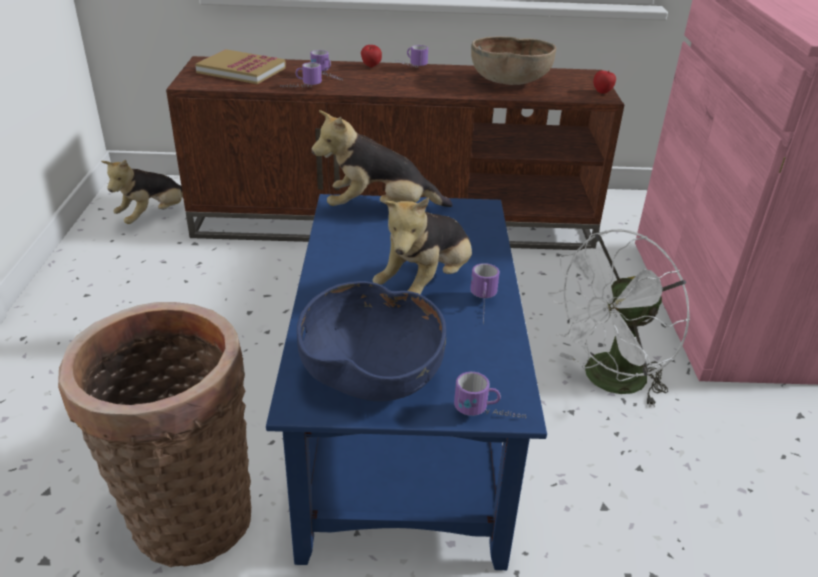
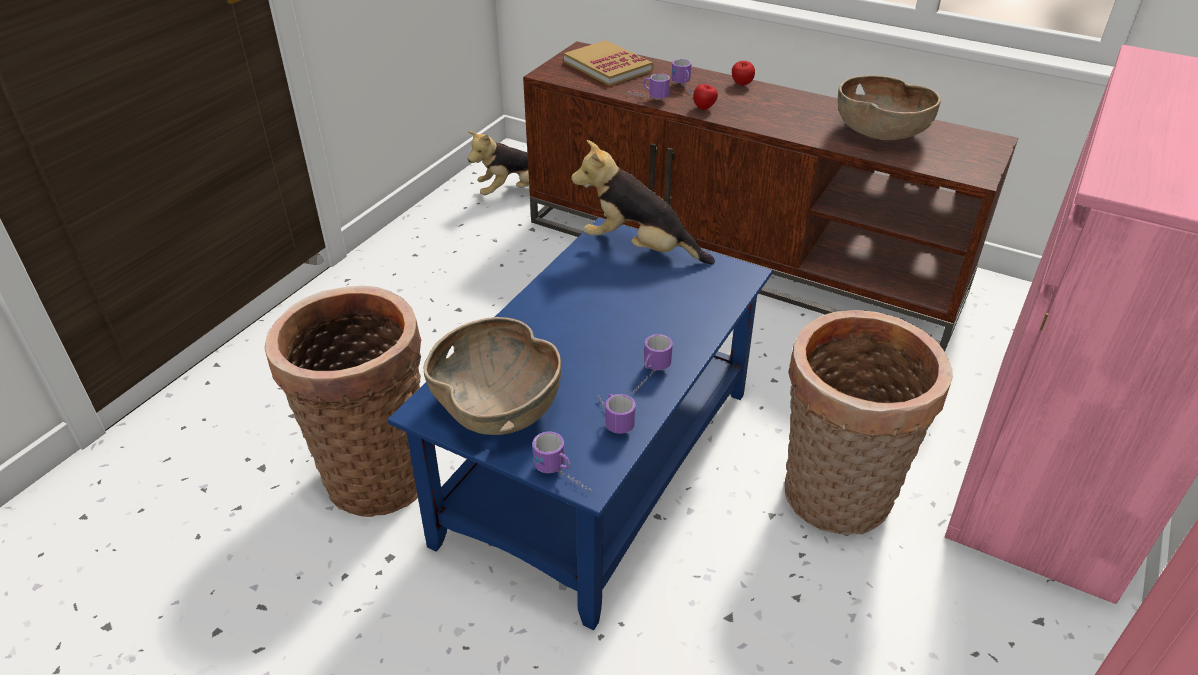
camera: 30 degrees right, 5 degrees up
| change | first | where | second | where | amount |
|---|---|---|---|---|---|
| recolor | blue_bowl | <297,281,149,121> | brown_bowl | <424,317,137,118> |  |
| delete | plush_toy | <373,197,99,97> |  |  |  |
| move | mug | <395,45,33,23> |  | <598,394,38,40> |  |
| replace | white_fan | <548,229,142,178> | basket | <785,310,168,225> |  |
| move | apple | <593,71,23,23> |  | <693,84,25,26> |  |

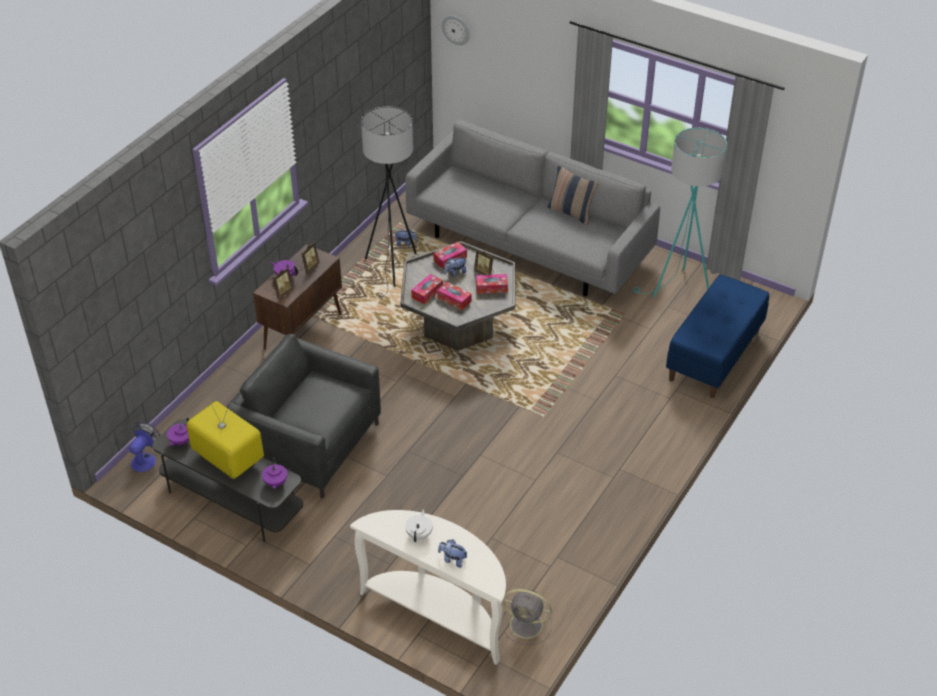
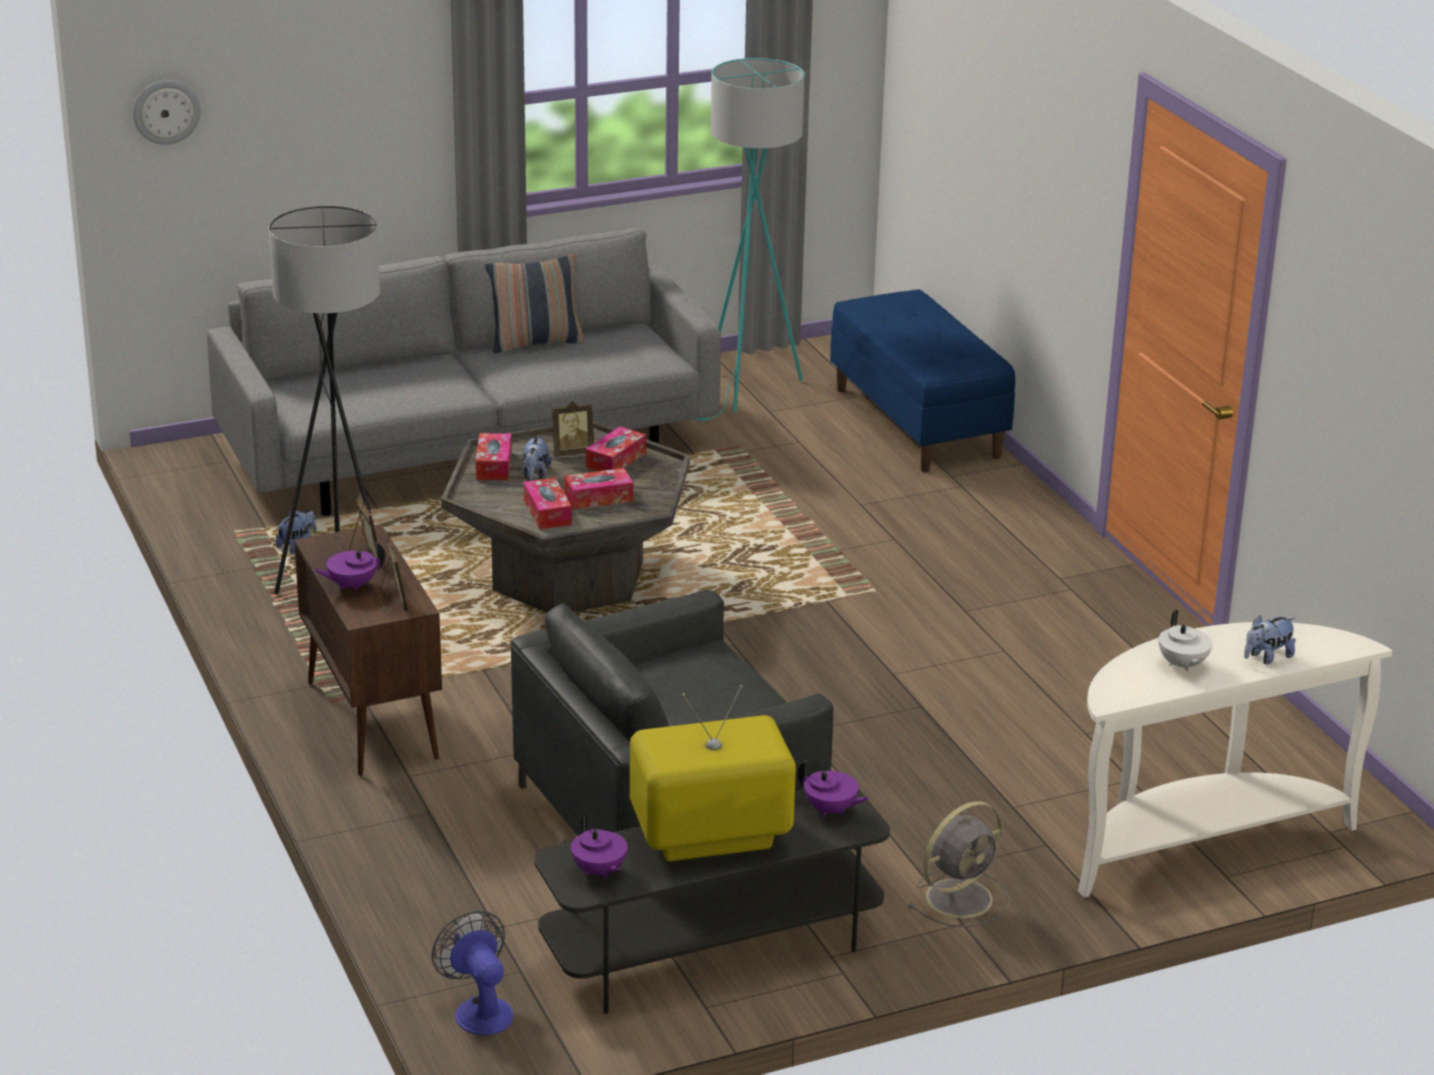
camera: 55 degrees left, 15 degrees down
| change | first | where | second | where | amount |
|---|---|---|---|---|---|
| rotate | white_teapot | <405,509,28,33> |  | <1159,610,54,62> | 150 degrees counterclockwise |
| move | grey_fan | <502,589,50,56> |  | <908,801,102,126> |  |

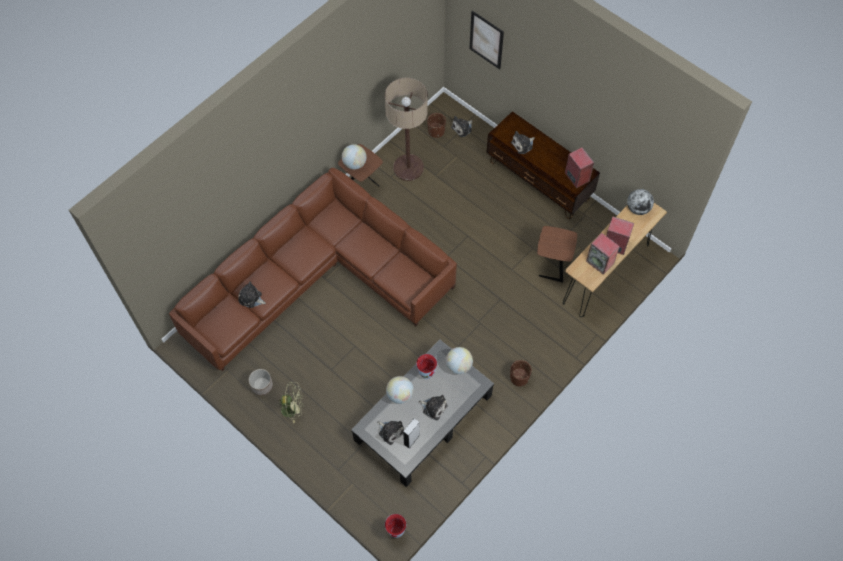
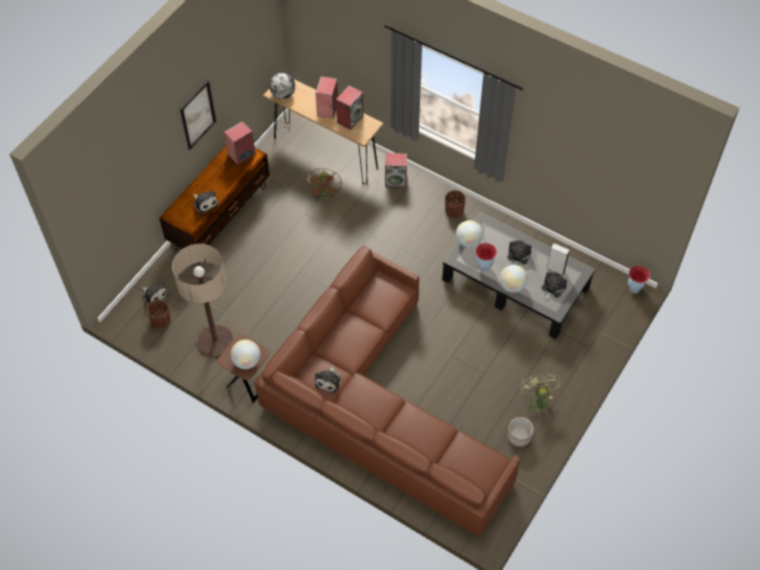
camera: 100 degrees left, 5 degrees down
| change | first | where | second | where | amount |
|---|---|---|---|---|---|
| move | plush_toy | <238,282,28,26> |  | <315,366,26,27> |  |
| move | picture | <469,11,35,59> |  | <180,81,36,69> |  |
| replace | brown_side_table | <537,226,40,57> | brown_fan | <306,168,36,31> |  |
| insert |  |  | speaker | <385,153,22,35> |  |

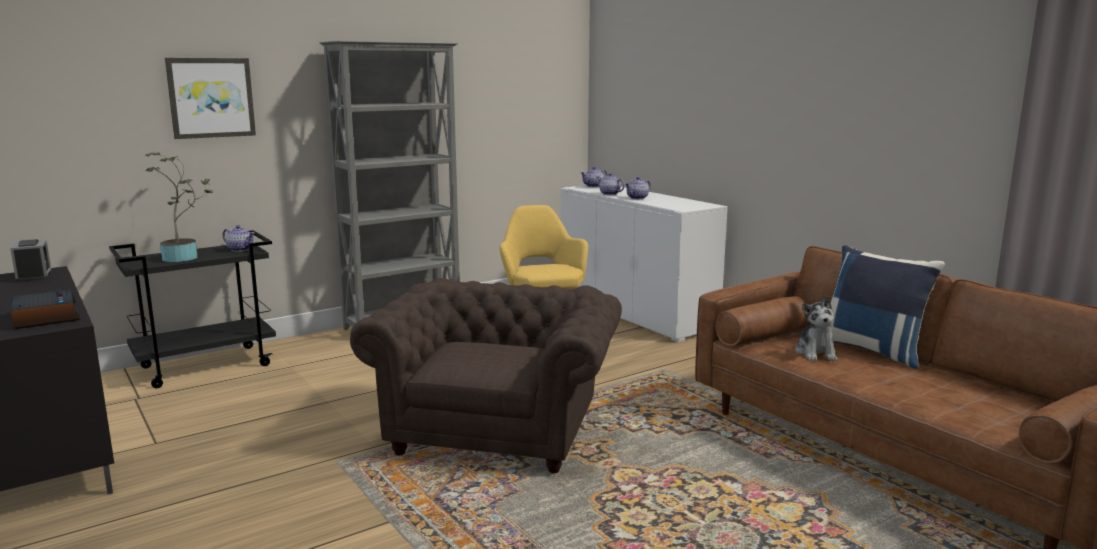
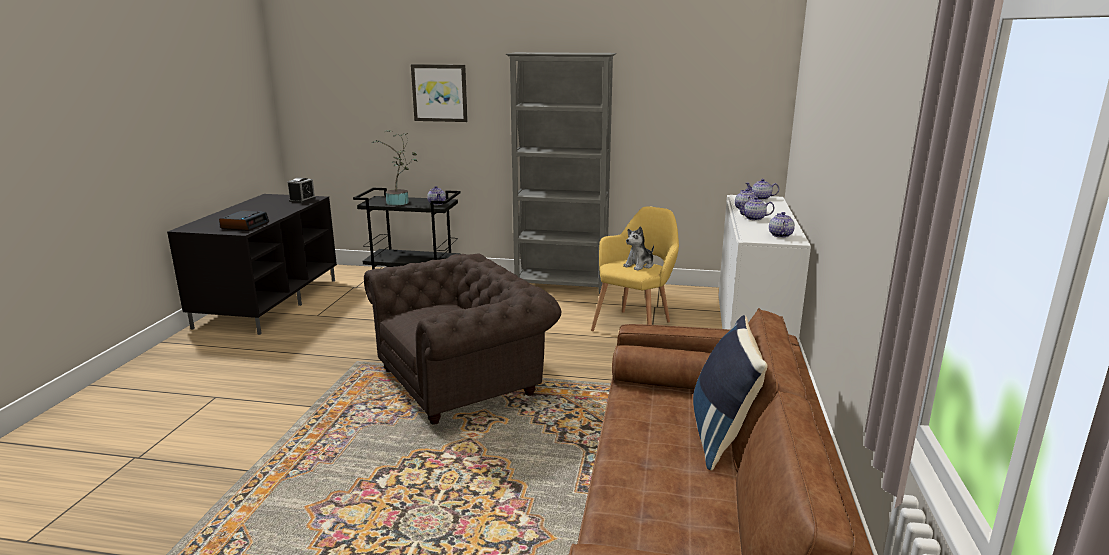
camera: 45 degrees right, 5 degrees up
| change | first | where | second | where | amount |
|---|---|---|---|---|---|
| move | plush_toy | <795,295,42,66> |  | <623,226,31,45> |  |
| insert |  |  | teapot | <769,212,26,26> |  |

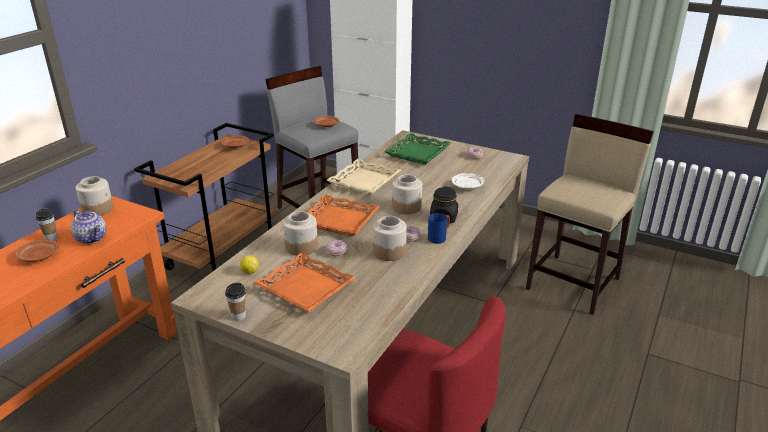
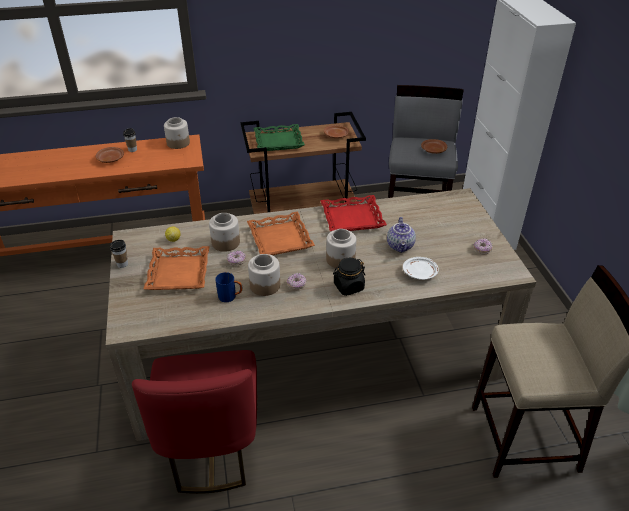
camera: 50 degrees right, 10 degrees up
| change | first | where | second | where | amount |
|---|---|---|---|---|---|
| move | teapot | <71,210,35,34> |  | <387,217,29,36> |  |
| recolor | beige_tray | <326,159,75,37> | red_tray | <320,195,67,36> |  |
| move | green_tray | <384,133,67,32> |  | <254,124,51,27> |  |
| move | blue_mug | <428,213,22,31> |  | <215,272,28,30> |  |

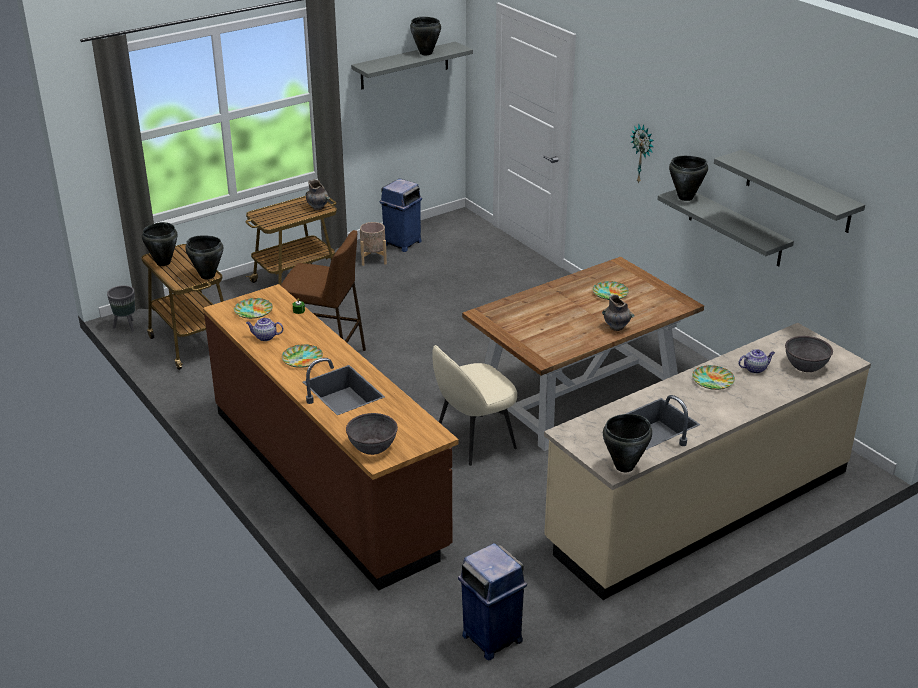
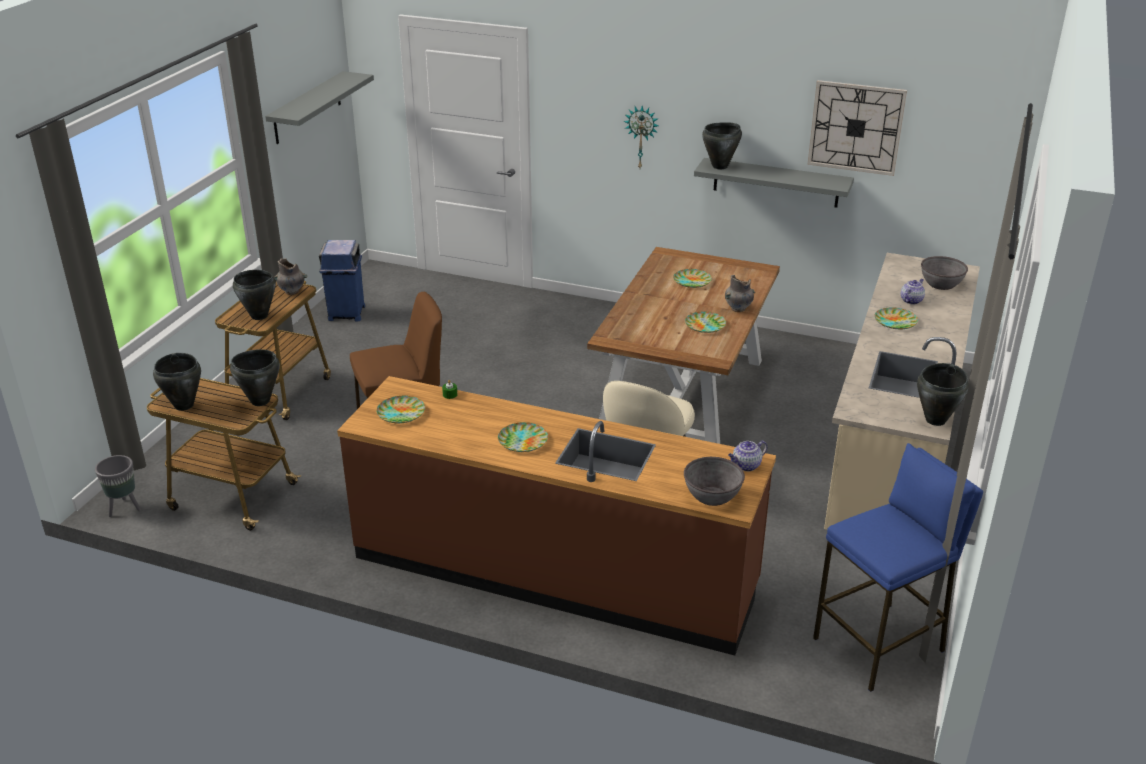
camera: 35 degrees left, 0 degrees up
| change | first | where | second | where | amount |
|---|---|---|---|---|---|
| move | teapot | <246,318,37,23> |  | <728,441,39,30> |  |
| delete | beige_planter | <360,222,27,44> |  |  |  |
| move | black_cooking_pot | <410,17,31,38> |  | <233,270,43,50> |  |
| replace | blue_trash_can | <458,543,69,118> | blue_stool | <813,443,170,249> |  |
| replace | grey_shelf | <714,150,151,83> | wall_clock | <807,80,100,96> |  |
| insert |  |  | plate | <685,312,41,21> |  |

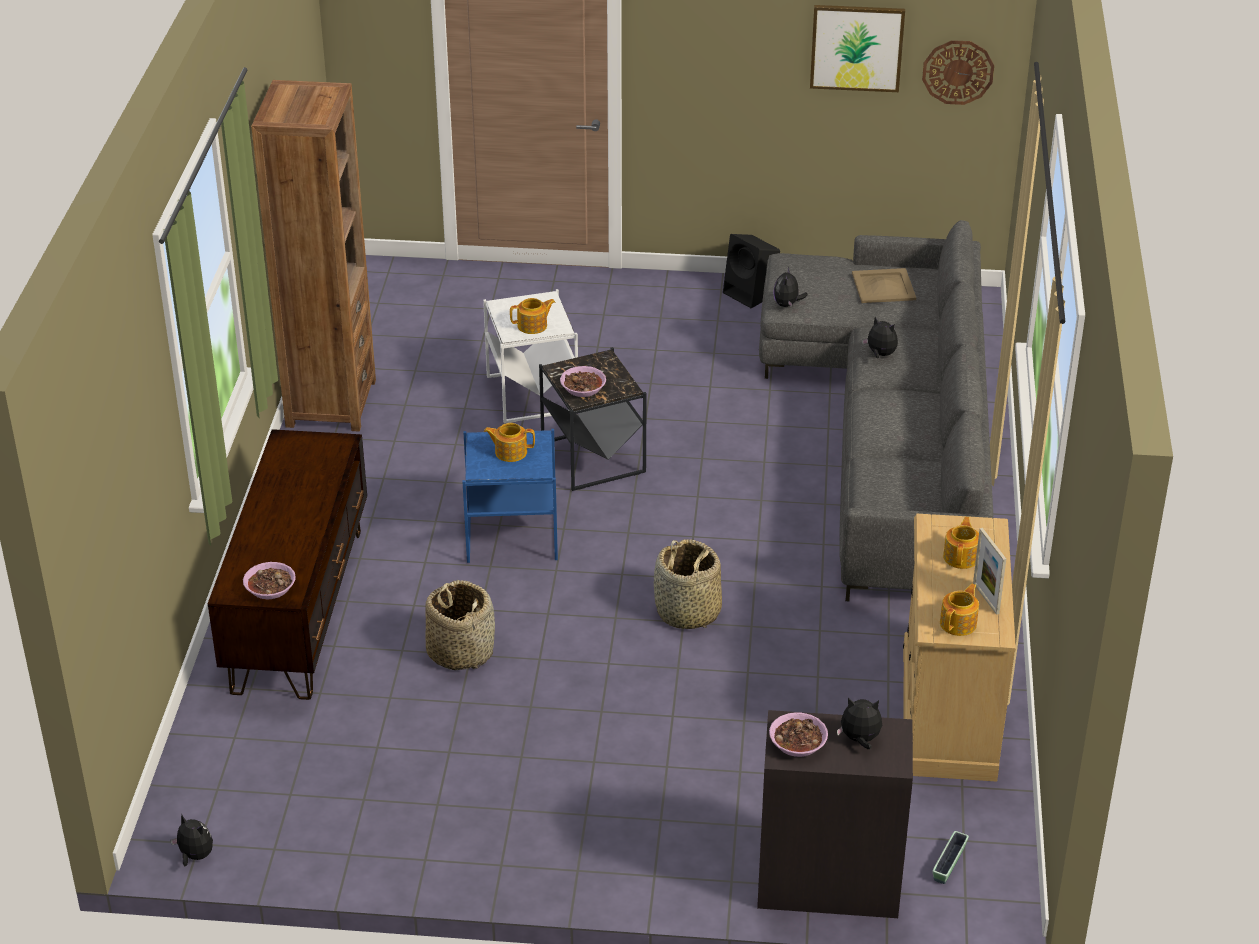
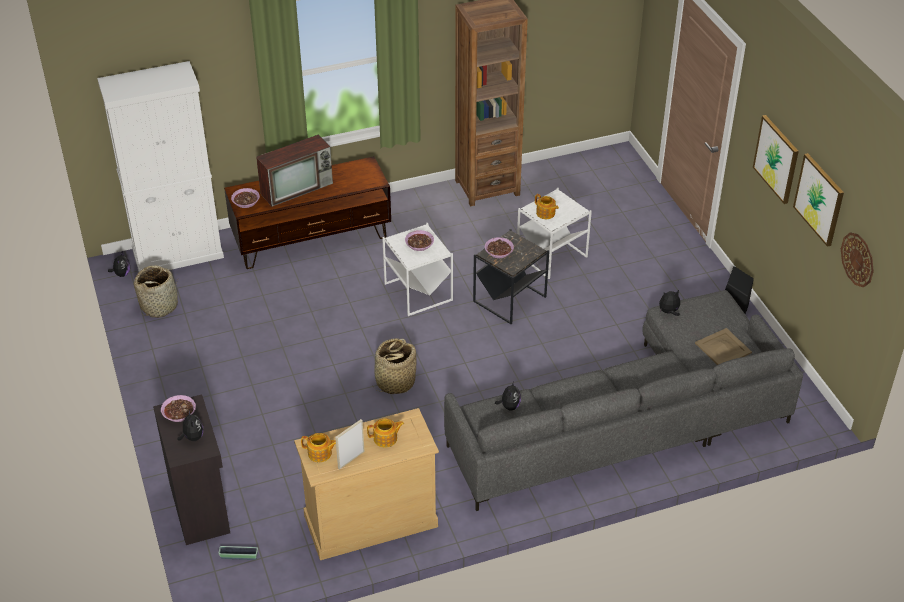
camera: 65 degrees right, 5 degrees up
| change | first | where | second | where | amount |
|---|---|---|---|---|---|
| move | basket | <425,580,70,90> |  | <134,266,44,52> |  |
| recolor | blue_side_table | <462,429,96,134> | white_side_table | <382,223,71,93> |  |
| replace | teapot | <484,423,51,39> | bowl | <405,230,29,21> |  |
| move | plush_toy | <862,317,36,41> |  | <495,381,26,30> |  |
| insert |  |  | white_cabinet | <97,61,127,211> |  |
| insert |  |  | television | <256,134,77,73> |  |
| insert |  |  | picture | <753,115,46,89> |  |

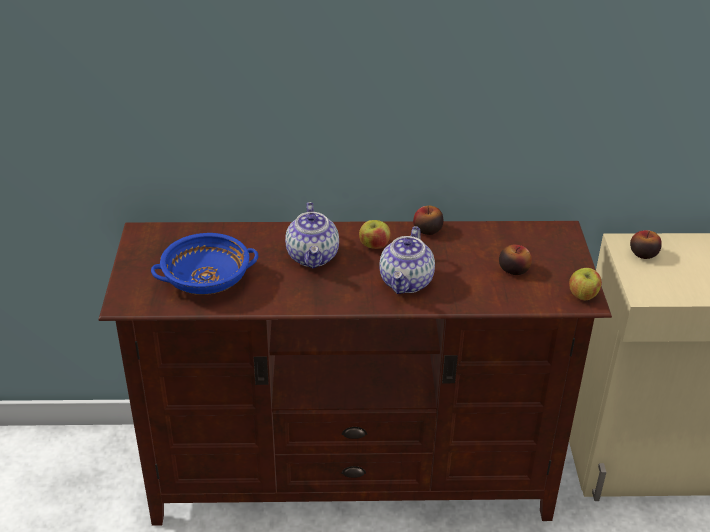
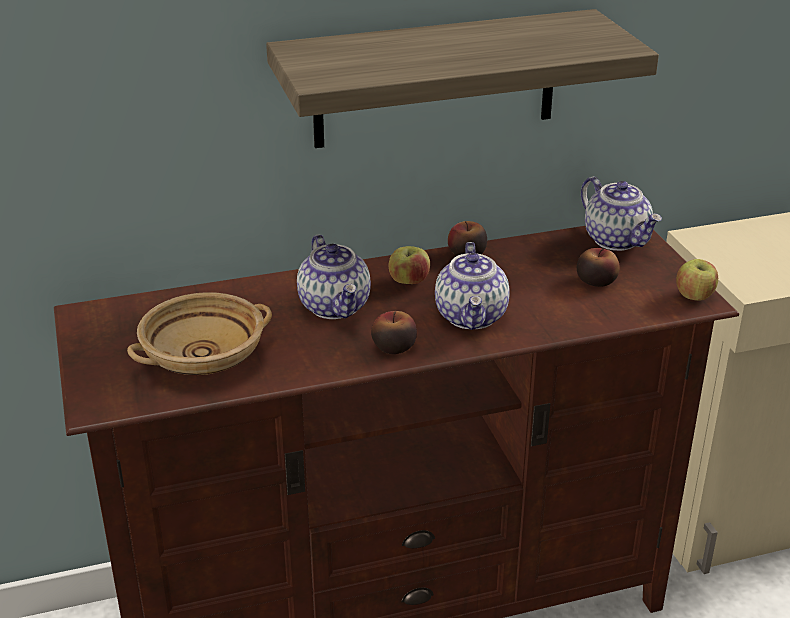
camera: 15 degrees left, 5 degrees down
| change | first | where | second | where | amount |
|---|---|---|---|---|---|
| recolor | blue_bowl | <151,233,107,62> | beige_bowl | <127,292,145,83> |  |
| move | apple | <630,230,32,29> |  | <371,311,46,43> |  |
| insert |  |  | shelf | <266,9,393,139> |  |
| insert |  |  | teapot | <581,177,81,74> |  |

